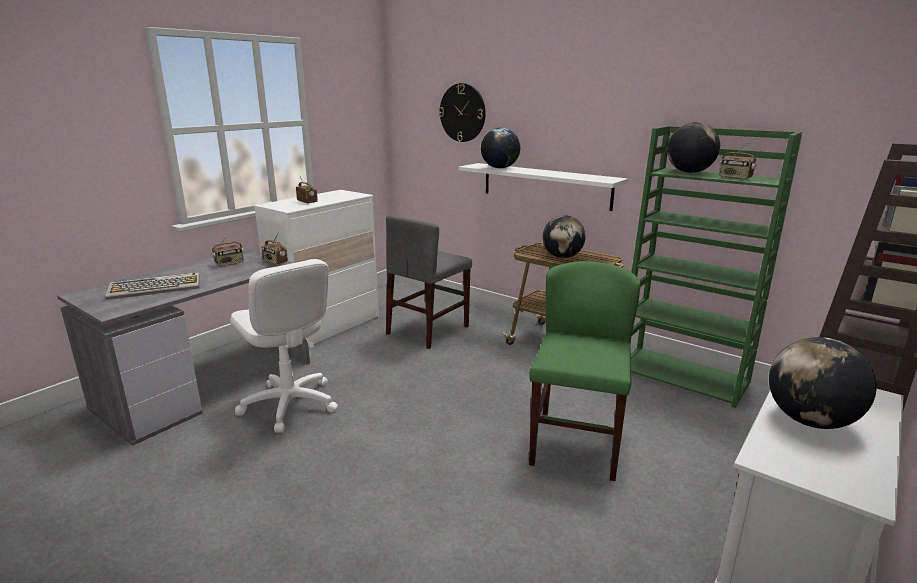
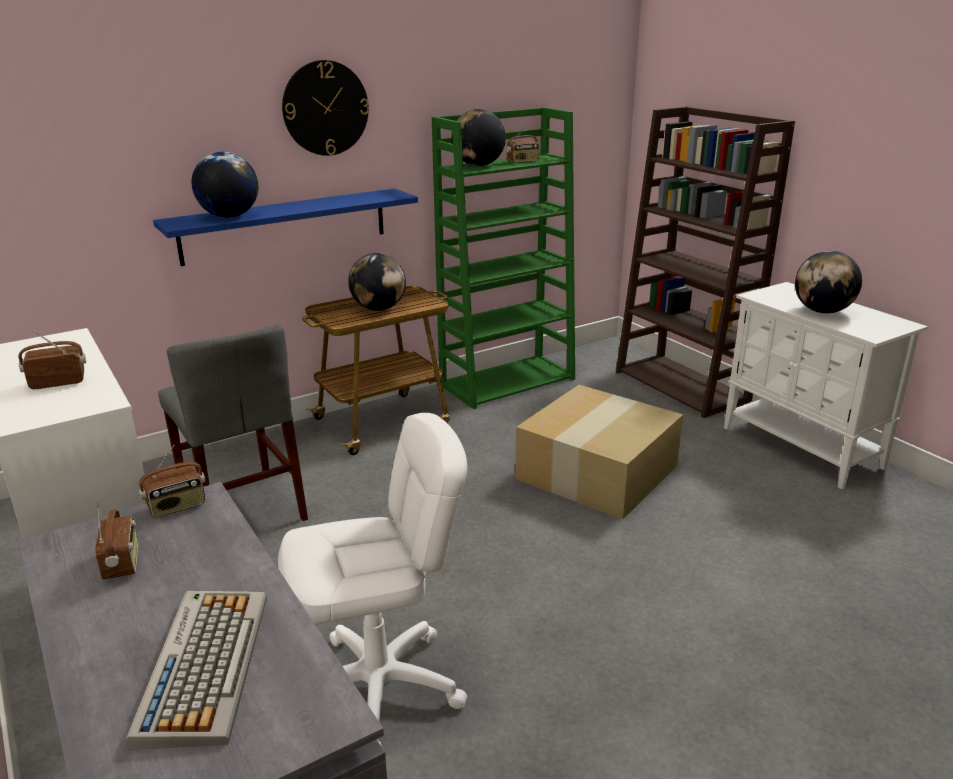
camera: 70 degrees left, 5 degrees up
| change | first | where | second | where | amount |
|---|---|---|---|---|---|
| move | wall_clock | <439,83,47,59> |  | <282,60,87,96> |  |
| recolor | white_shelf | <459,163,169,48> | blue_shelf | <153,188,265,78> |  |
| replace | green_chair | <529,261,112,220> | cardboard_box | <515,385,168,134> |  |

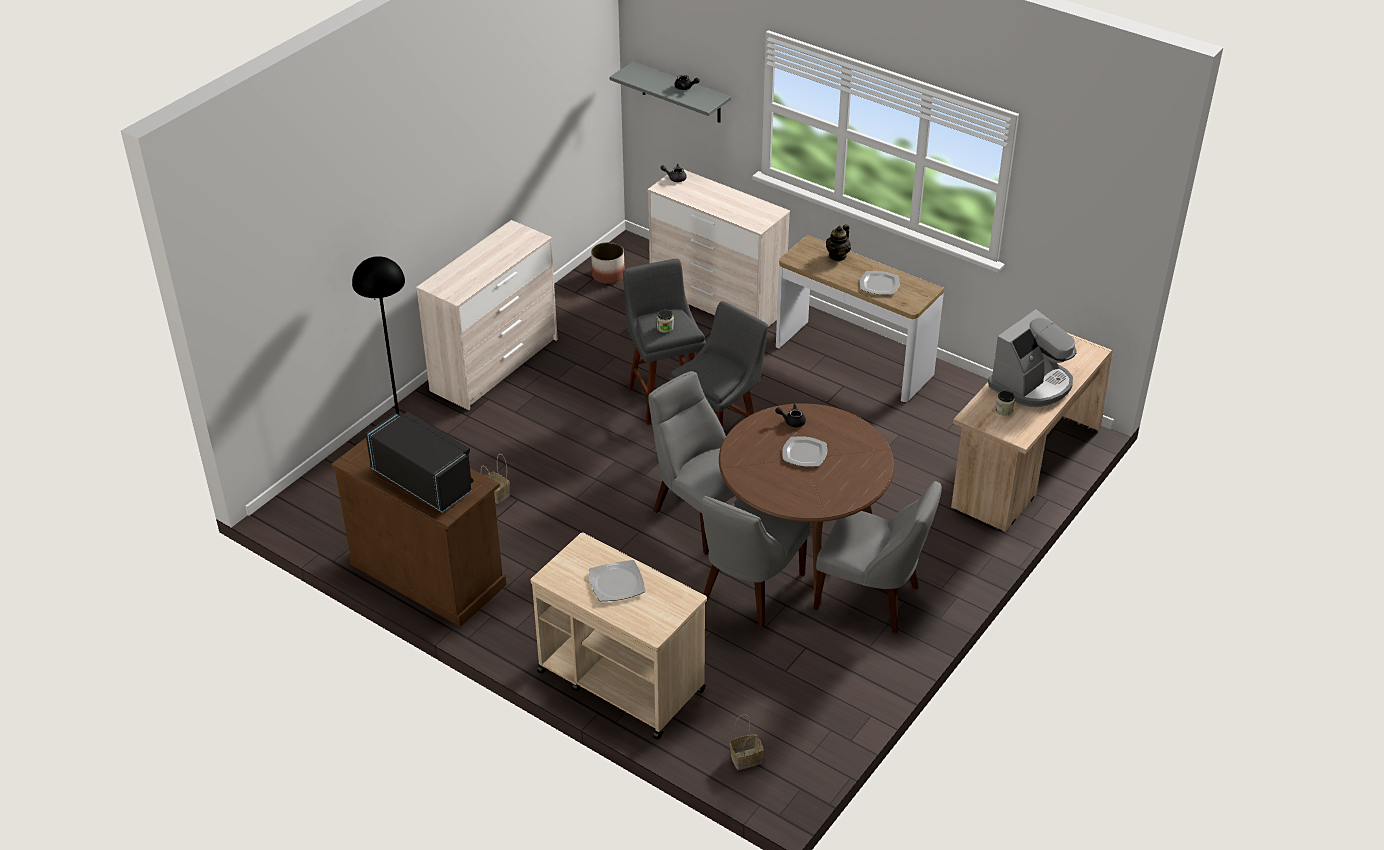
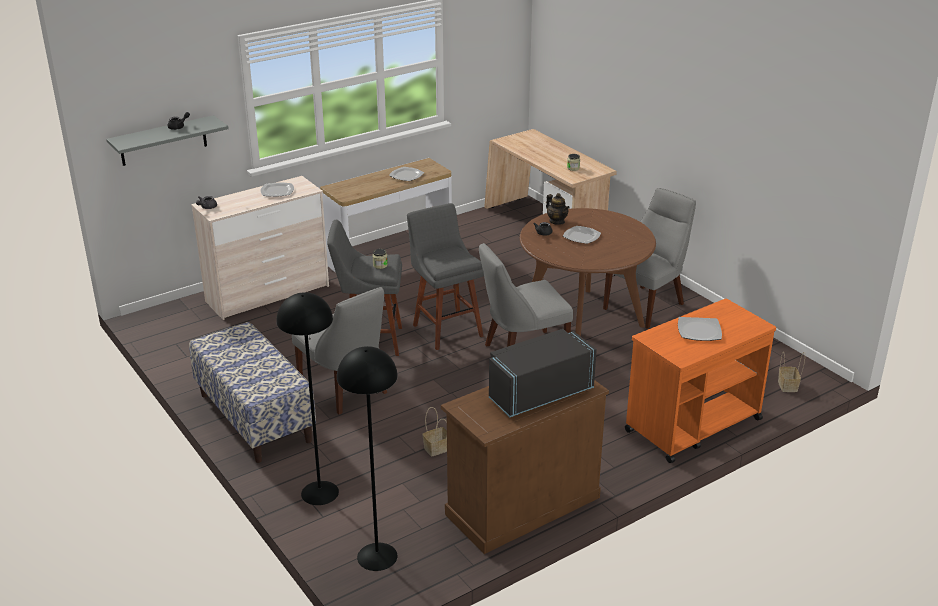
camera: 70 degrees left, 10 degrees down
| change | first | where | second | where | amount |
|---|---|---|---|---|---|
| replace | beige_dresser | <416,220,142,190> | bench | <189,322,127,141> |  |
| recolor | beige_cart | <530,532,177,208> | orange_cart | <625,299,151,164> |  |
| delete | planter | <591,242,34,42> |  |  |  |
| move | grey_chair | <701,496,109,131> |  | <292,287,95,127> |  |
| move | teapot | <826,224,25,37> |  | <546,193,24,32> |  |
| delete | coffee_machine | <988,309,88,98> |  |  |  |
| insert |  |  | plate | <260,182,34,15> |  |
| insert |  |  | black_floor_lamp | <337,346,61,225> |  |

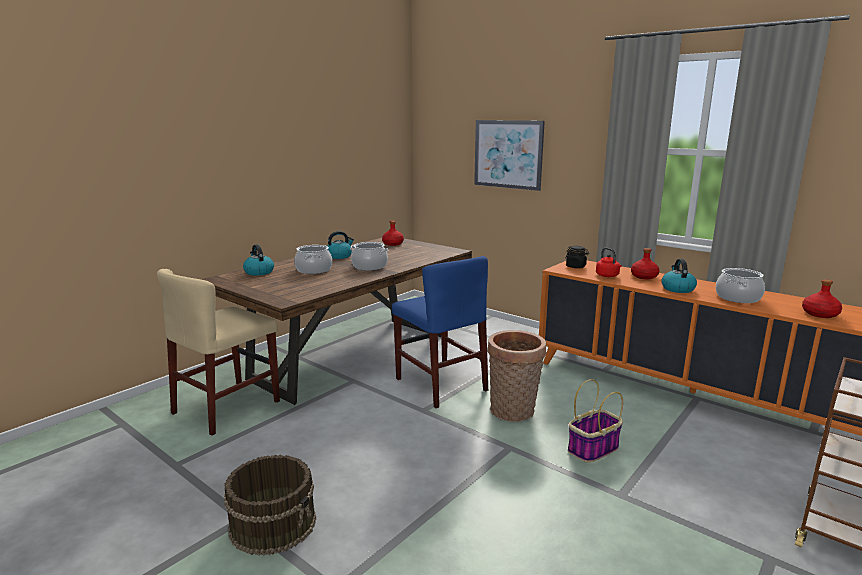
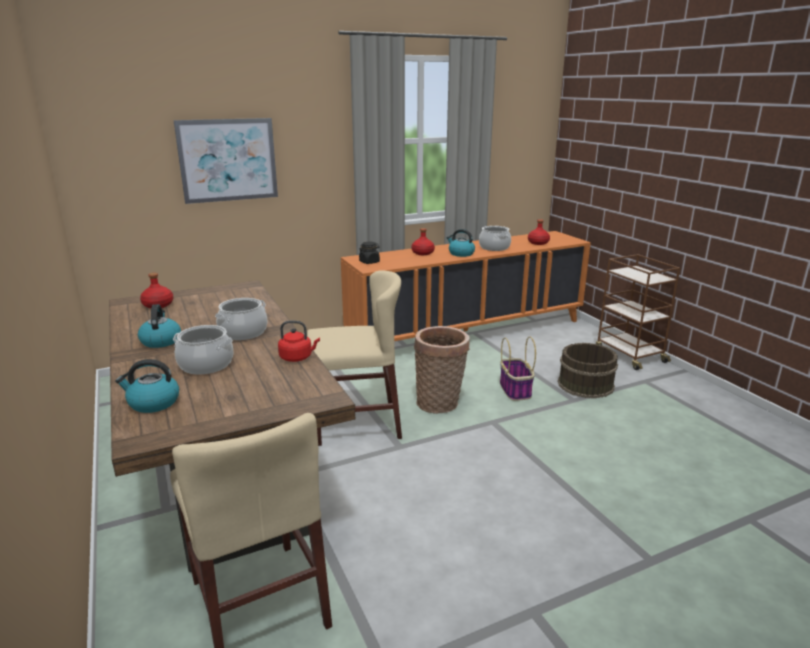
camera: 65 degrees left, 5 degrees up
| change | first | where | second | where | amount |
|---|---|---|---|---|---|
| move | brown_bucket | <224,455,92,100> |  | <558,343,60,55> |  |
| recolor | blue_chair | <392,256,96,152> | beige_chair | <307,270,95,176> |  |
| move | red_kettle | <596,248,26,29> |  | <278,321,42,41> |  |

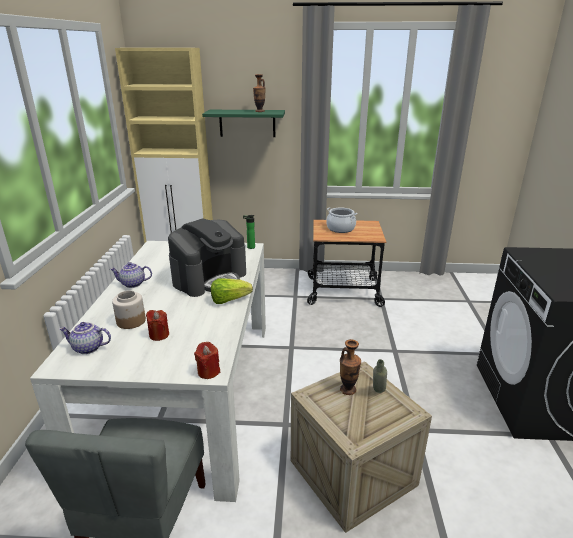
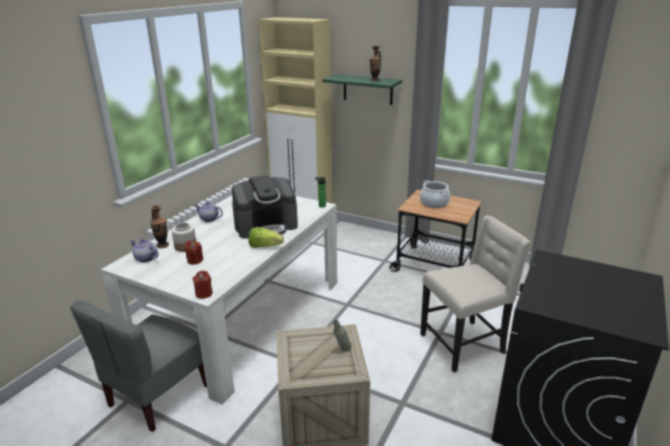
camera: 25 degrees right, 0 degrees up
| change | first | where | second | where | amount |
|---|---|---|---|---|---|
| move | vase | <340,339,21,56> |  | <150,205,19,43> |  |
| insert |  |  | beige_chair | <421,215,109,157> |  |

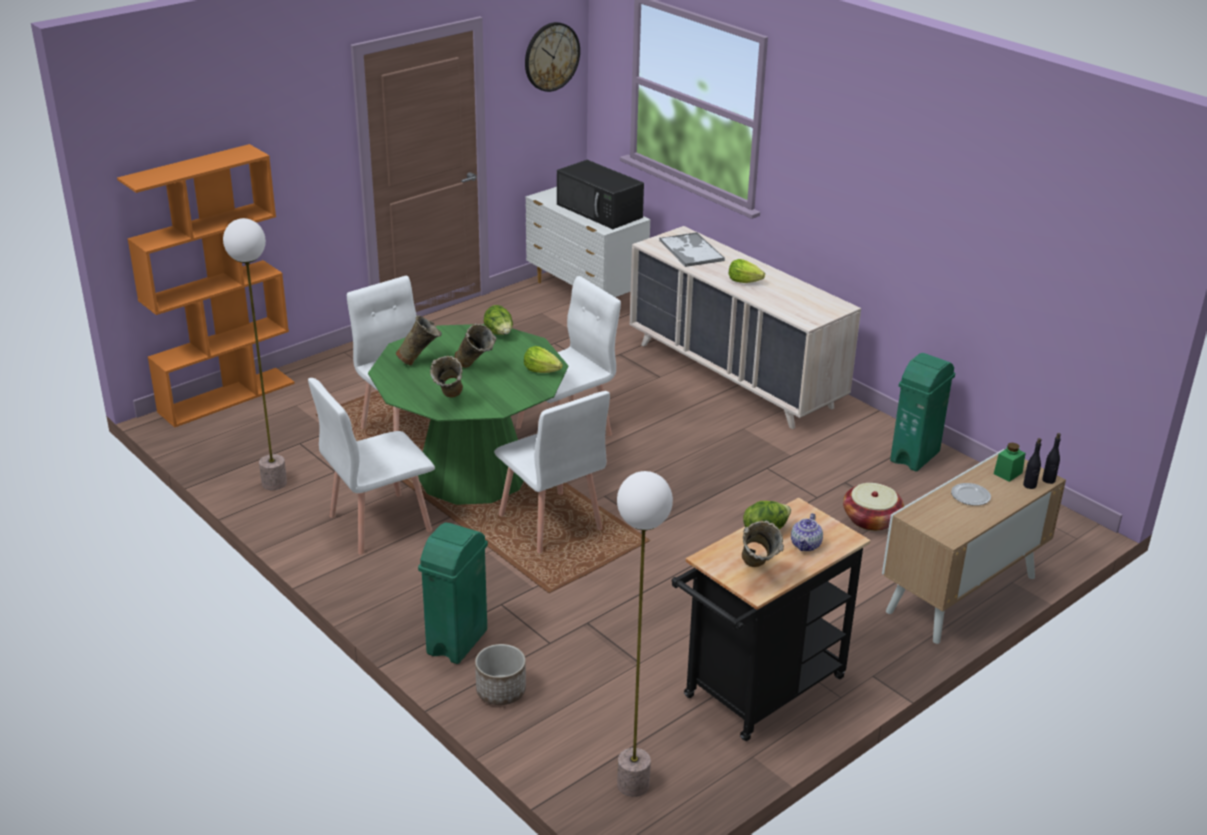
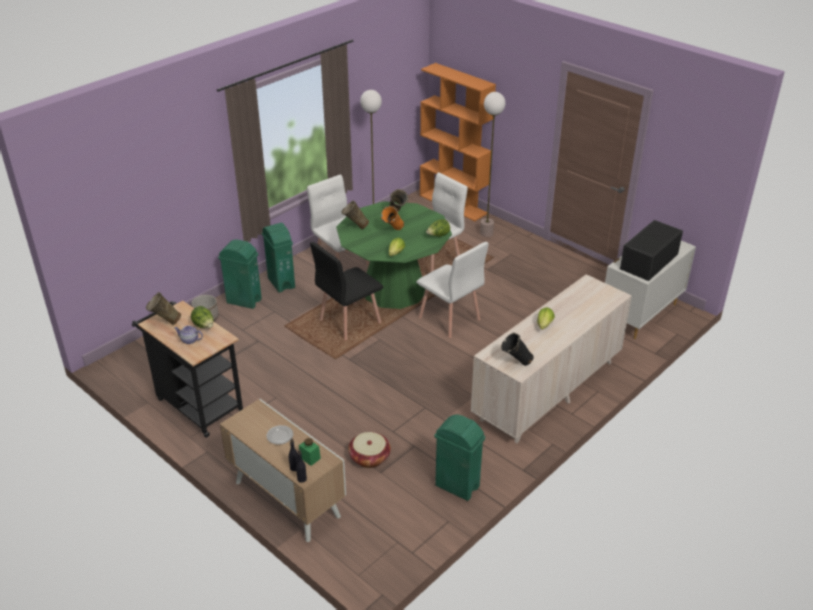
camera: 85 degrees right, 5 degrees up
| change | first | where | second | where | amount |
|---|---|---|---|---|---|
| recolor | beige_vase | <454,324,43,44> | orange_vase | <381,206,23,24> |  |
| recolor | white_chair | <494,391,116,162> | black_chair | <310,242,74,99> |  |
| delete | wall_clock | <525,22,55,70> |  |  |  |
| move | floor_lamp | <617,471,56,326> |  | <480,92,26,145> |  |
| delete | tray | <659,232,66,35> |  |  |  |
| insert |  |  | green_trash_can | <262,223,33,70> |  |
| insert |  |  | black_vase | <501,332,33,34> |  |

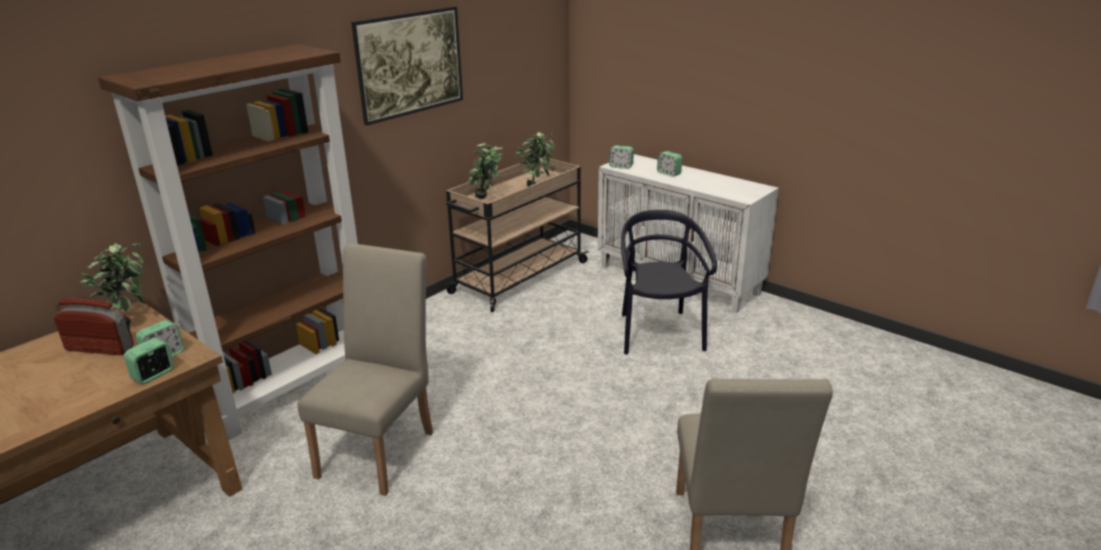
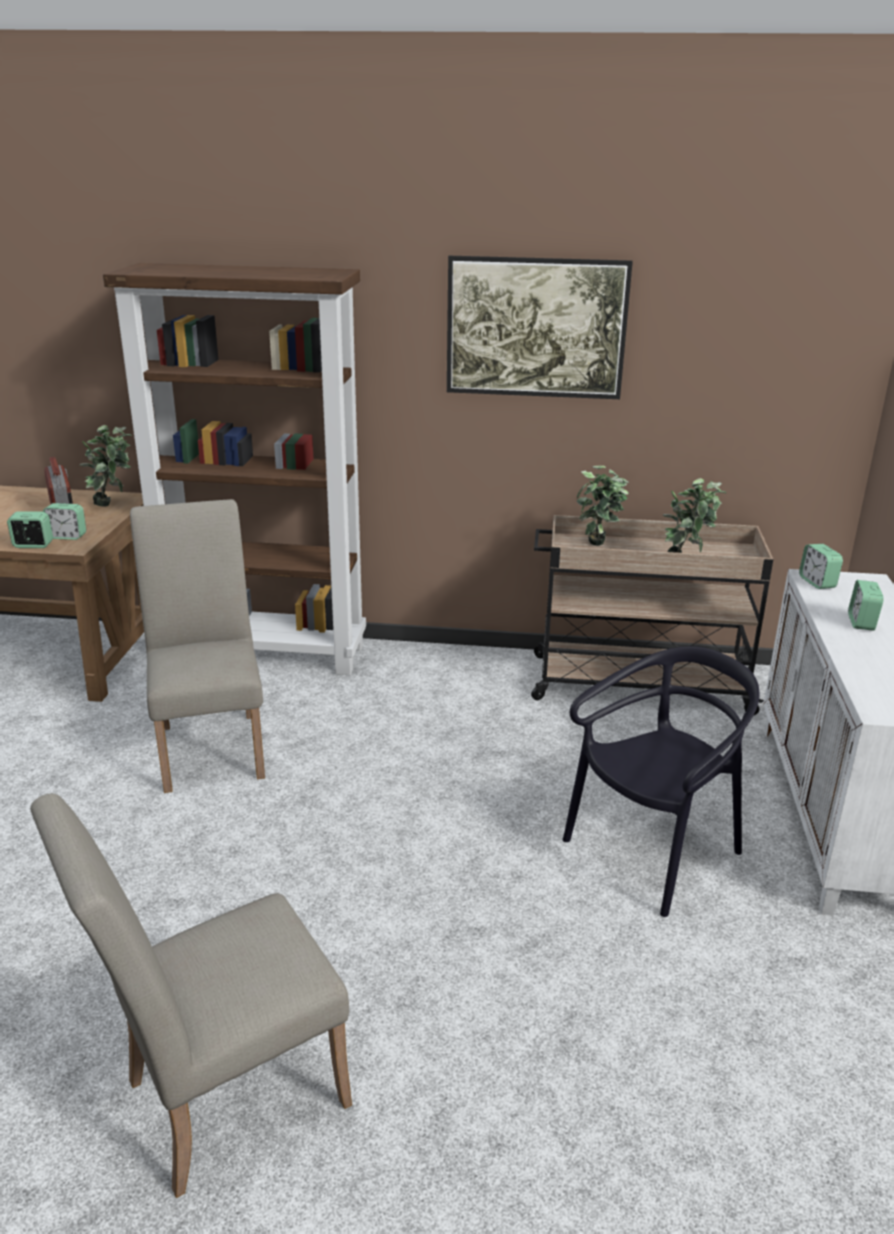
camera: 55 degrees right, 0 degrees up
| change | first | where | second | where | amount |
|---|---|---|---|---|---|
| rotate | beige_chair | <298,243,135,253> |  | <130,499,135,294> | 90 degrees counterclockwise |

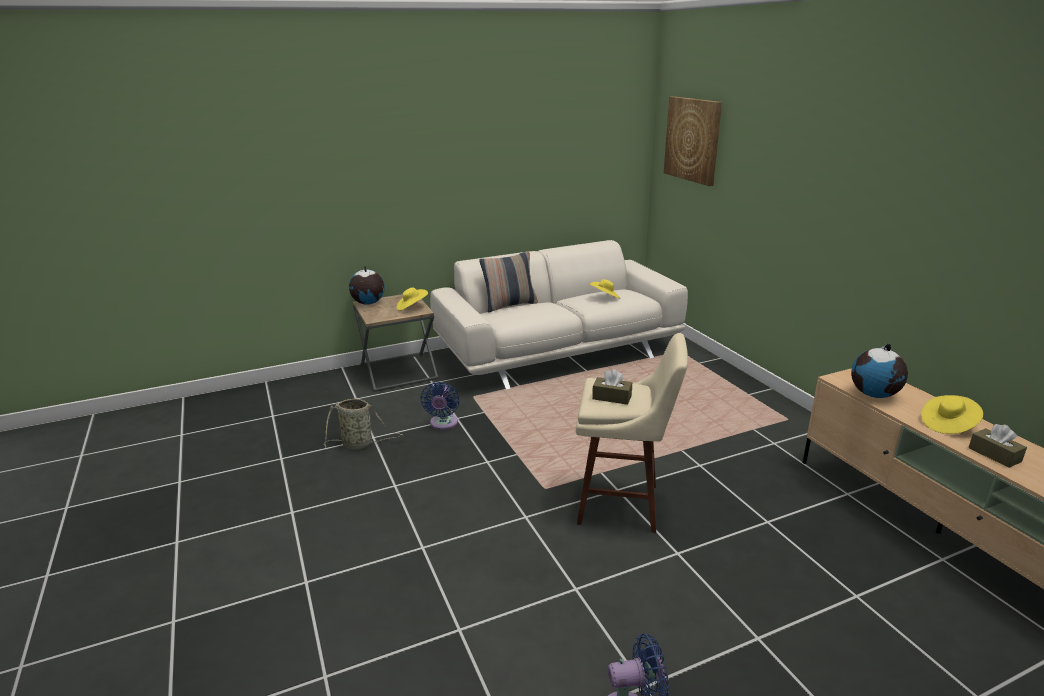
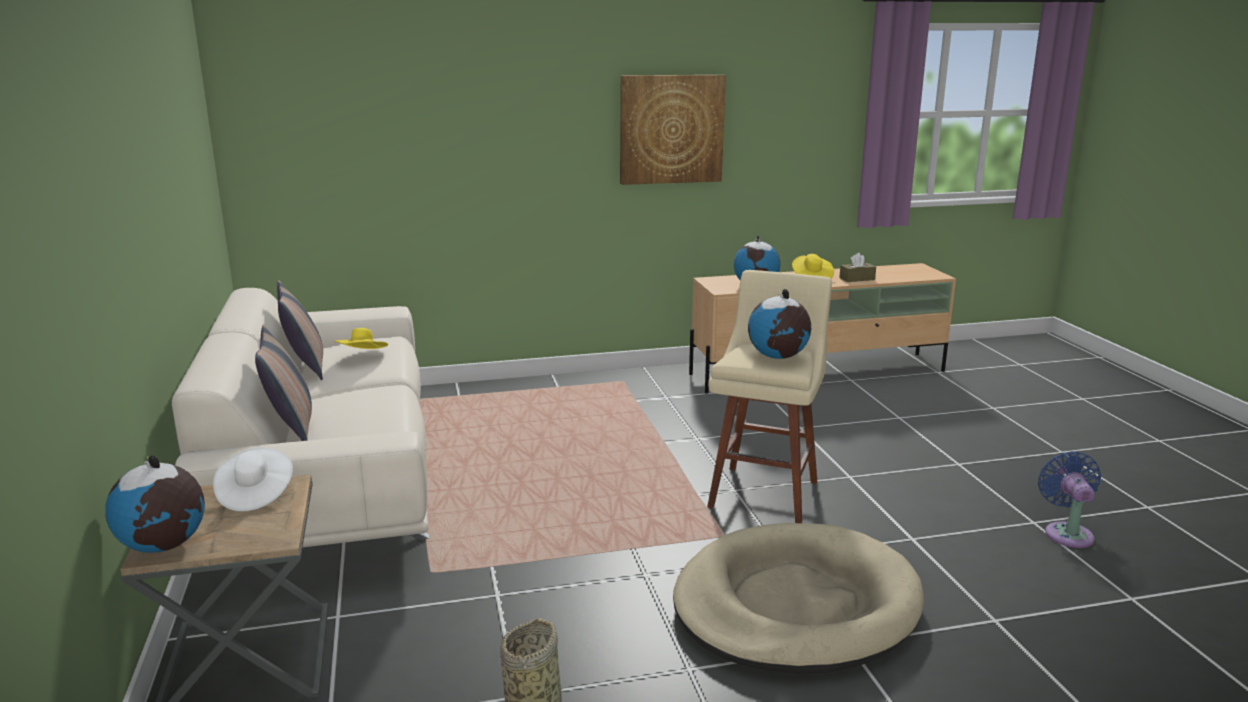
camera: 80 degrees left, 5 degrees down
| change | first | where | second | where | amount |
|---|---|---|---|---|---|
| recolor | yellow_hat | <397,288,31,22> | white_hat | <213,447,80,65> |  |
| delete | blue_fan | <420,382,39,48> |  |  |  |
| replace | brown_tissue_box | <592,369,40,36> | globe | <748,289,63,70> |  |
| move | picture | <664,96,58,90> |  | <620,75,106,110> |  |
| insert |  |  | pillow | <277,280,46,100> |  |
| insert |  |  | beige_dog_bed | <673,523,251,151> |  |

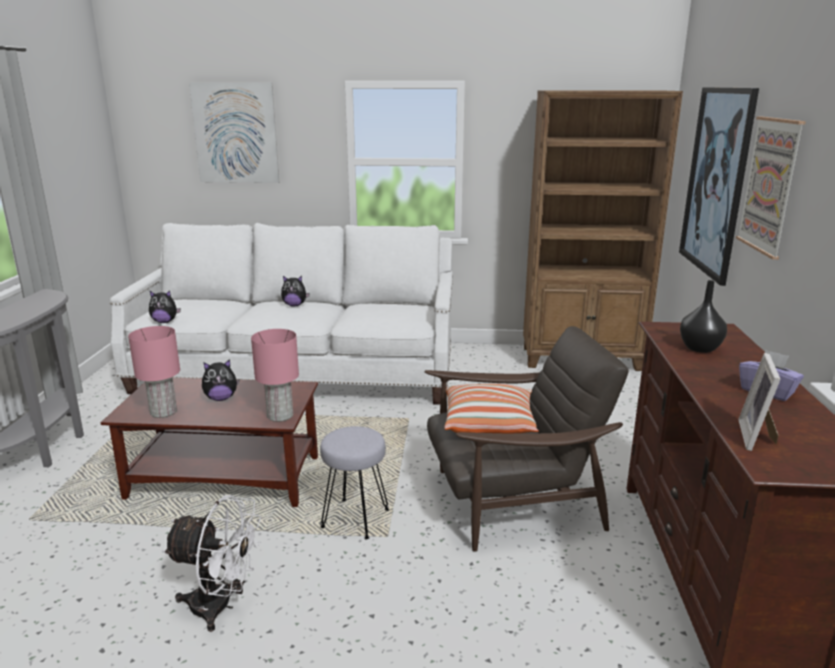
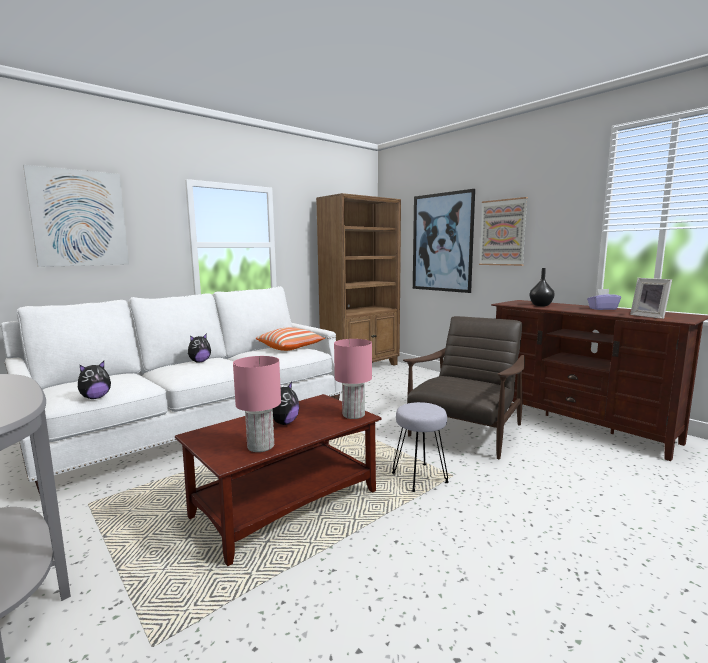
camera: 45 degrees left, 10 degrees down
| change | first | where | second | where | amount |
|---|---|---|---|---|---|
| delete | white_fan | <162,495,99,137> |  |  |  |
| move | pillow | <444,384,95,49> |  | <256,327,69,24> |  |

